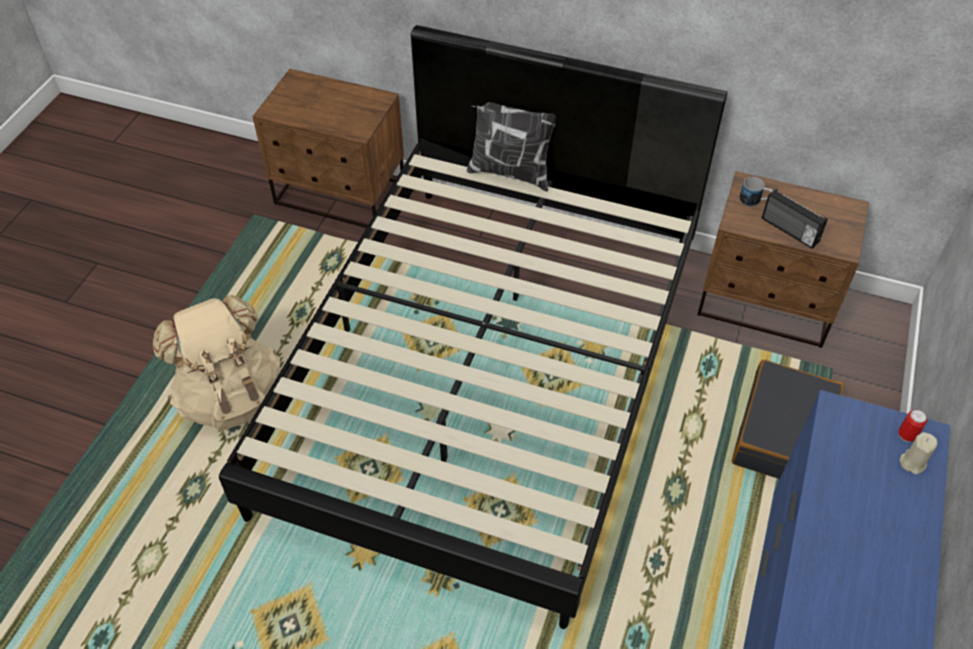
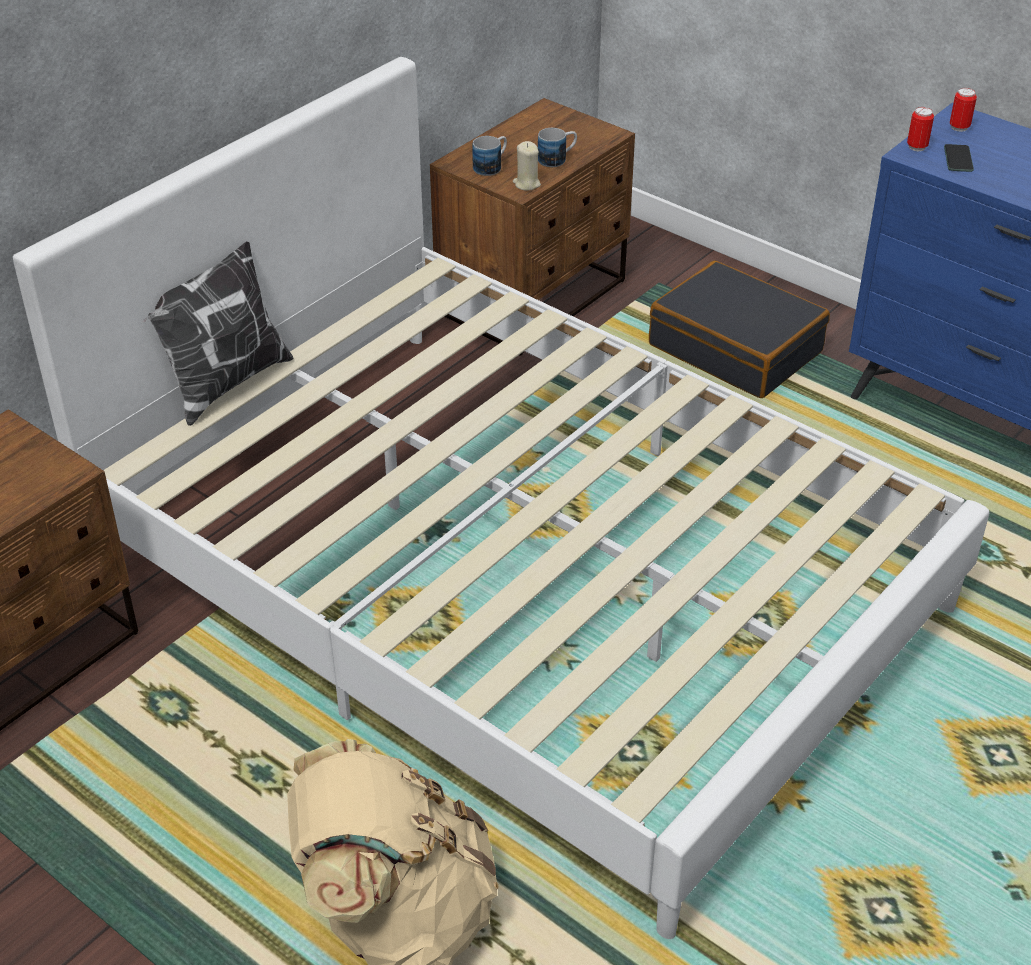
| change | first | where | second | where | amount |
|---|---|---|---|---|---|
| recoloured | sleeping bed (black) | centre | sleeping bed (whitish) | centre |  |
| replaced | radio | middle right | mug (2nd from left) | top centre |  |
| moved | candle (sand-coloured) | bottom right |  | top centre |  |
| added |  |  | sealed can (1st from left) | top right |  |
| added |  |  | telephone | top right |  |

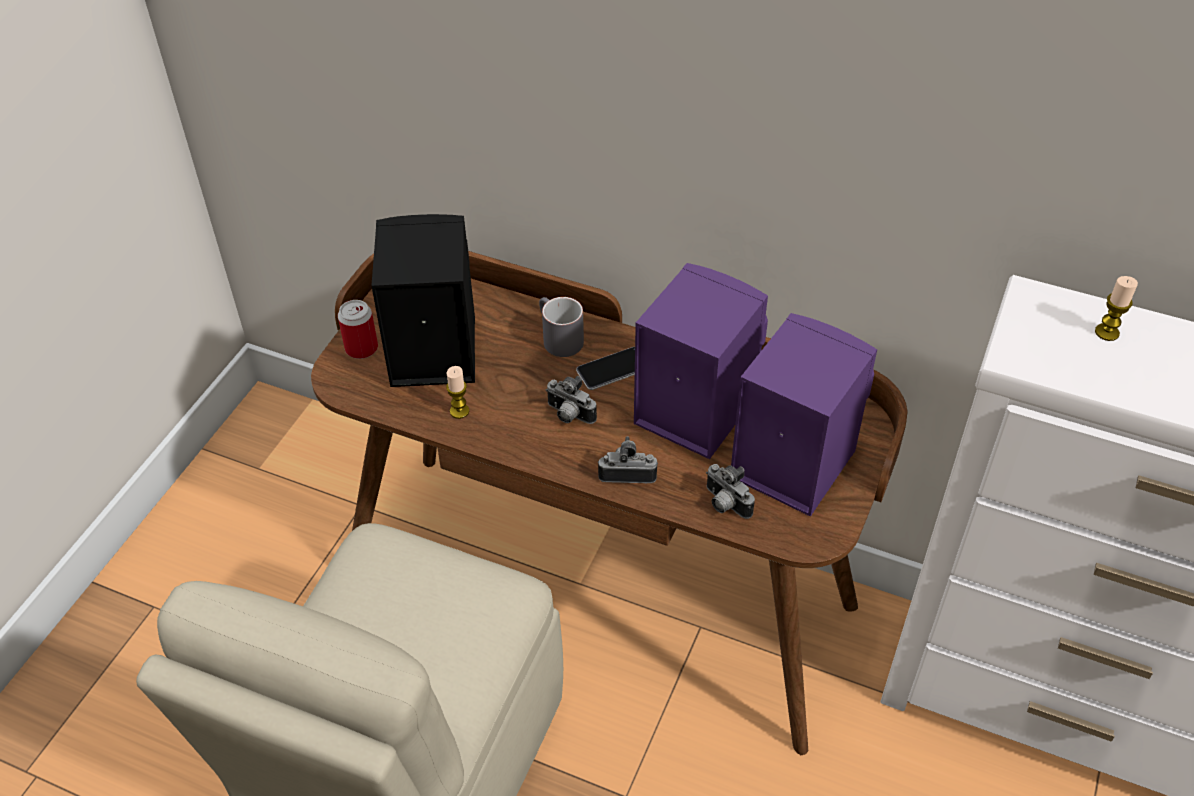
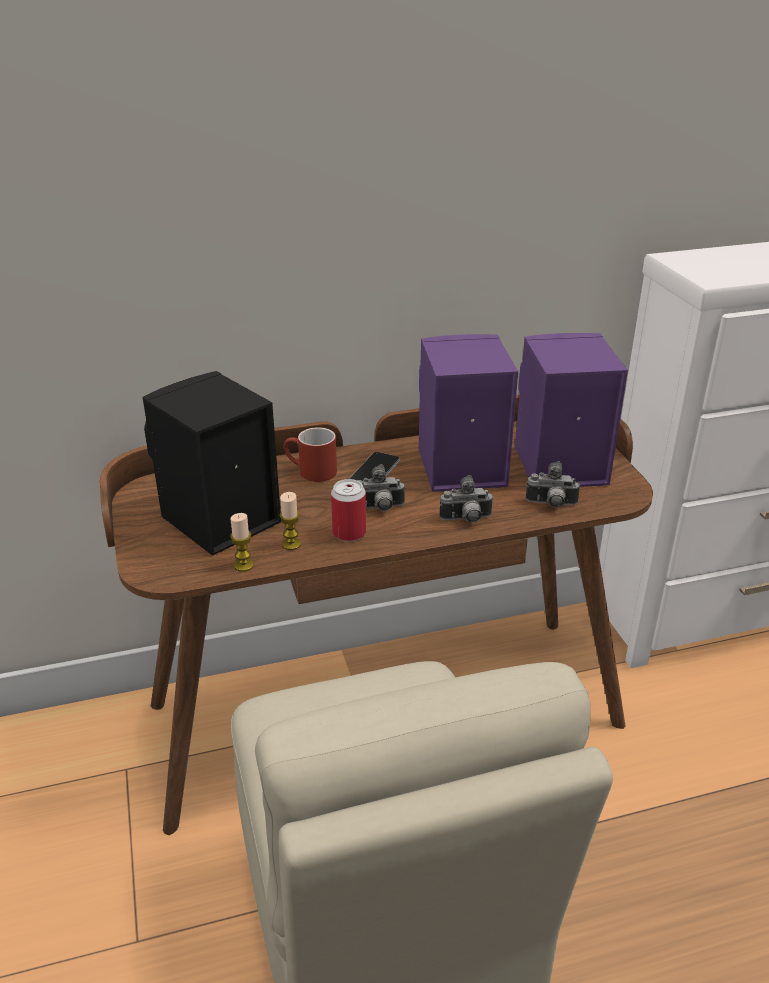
| change | first | where | second | where | amount |
|---|---|---|---|---|---|
| moved | candle (2nd from left in the first image) | middle right | candle (1st from left) | middle left |  |
| recoloured | mug (gray) | centre | mug (red) | centre |  |
| moved | sealed can | middle left |  | centre |  |
| turned | still camera (2nd from left) | centre |  | centre | 150 degrees counterclockwise |

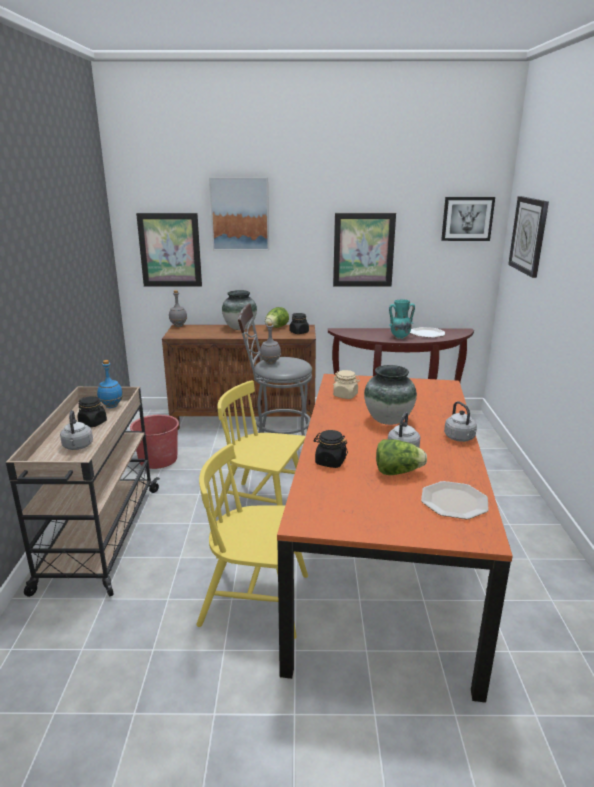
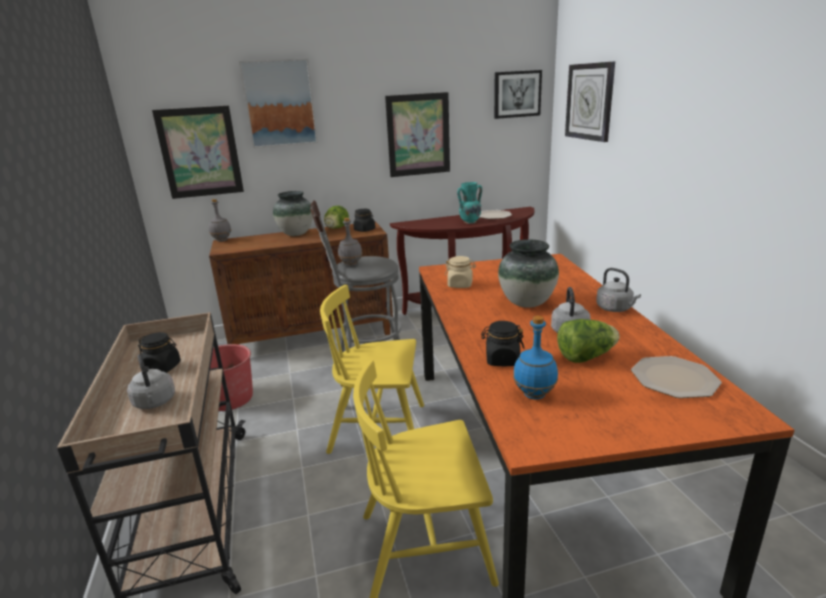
| change | first | where | second | where | amount |
|---|---|---|---|---|---|
| moved | drink bottle (bluish) | middle left |  | centre |  |

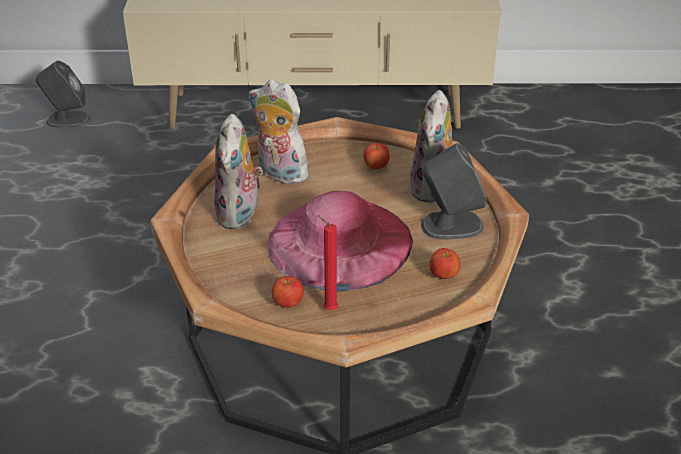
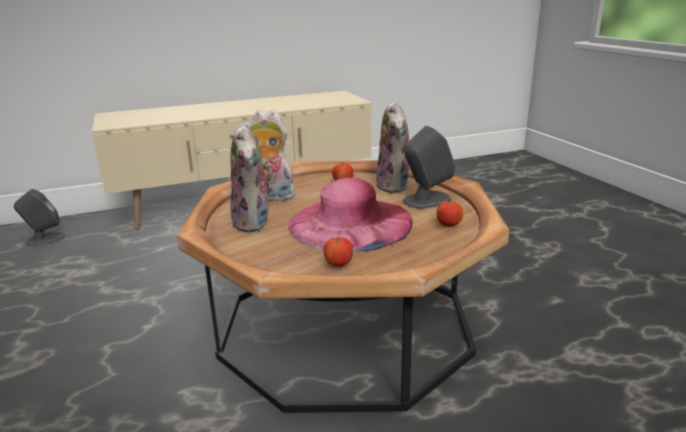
| change | first | where | second | where | amount |
|---|---|---|---|---|---|
| removed | candle (red) | centre |  |  |  |

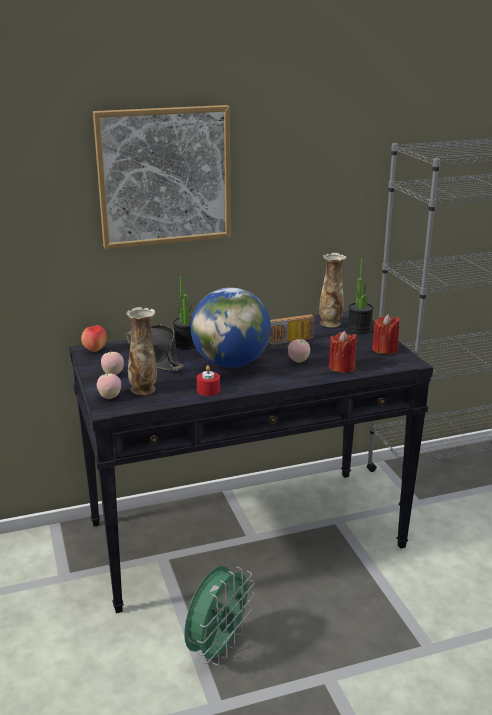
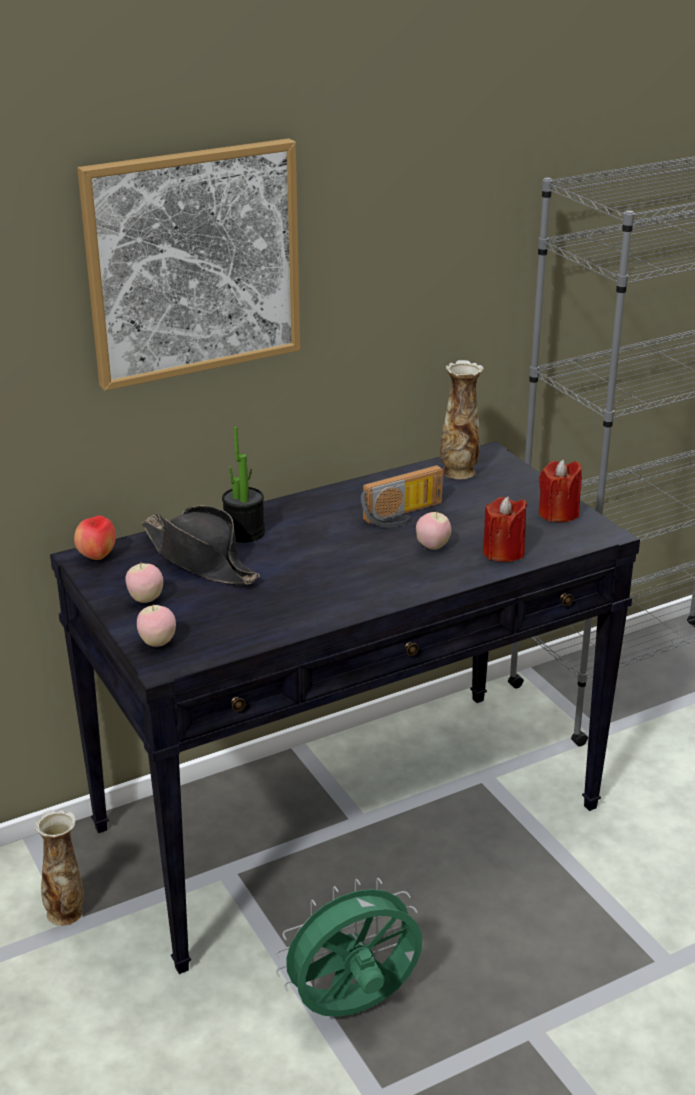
| change | first | where | second | where | amount |
|---|---|---|---|---|---|
| removed | potted plant (2nd from left) | middle right |  |  |  |
| removed | globe | centre |  |  |  |
| moved | decorative vase (1st from left) | middle left |  | bottom left |  |
| removed | candle (red) (1st from left) | centre |  |  |  |
| turned | fan (green) | bottom centre |  | bottom centre | 135 degrees counterclockwise |

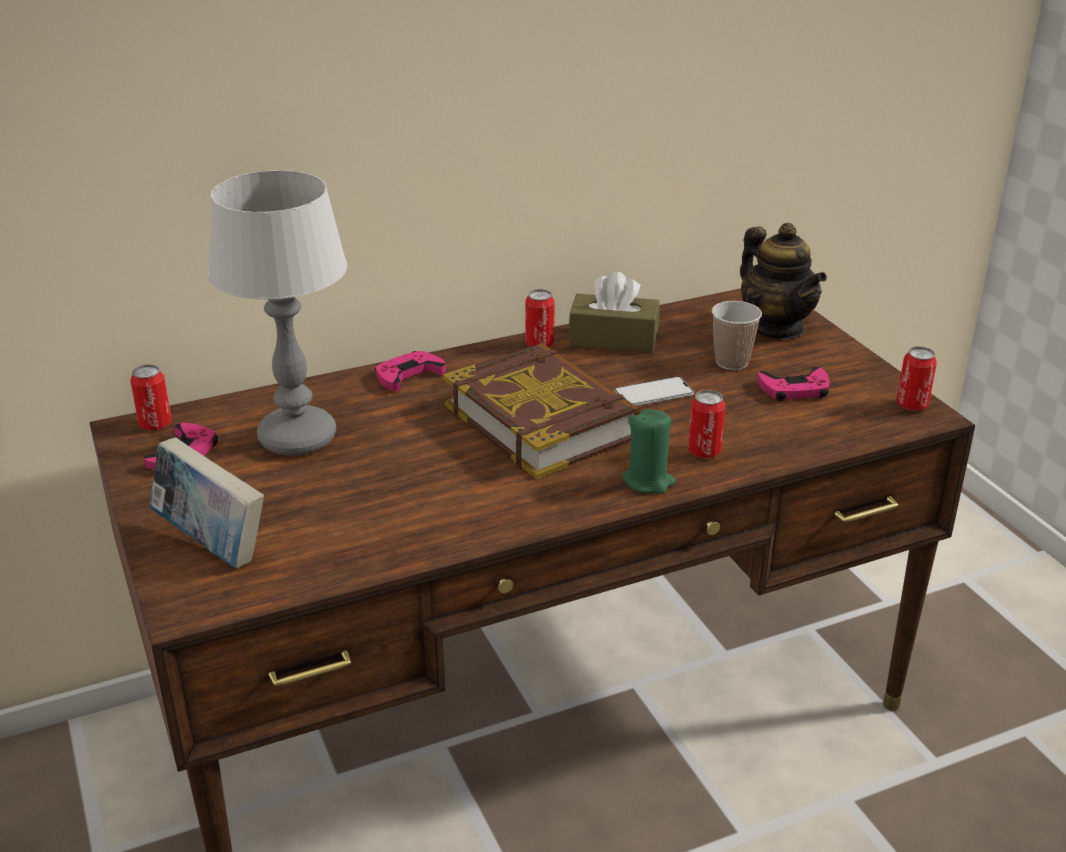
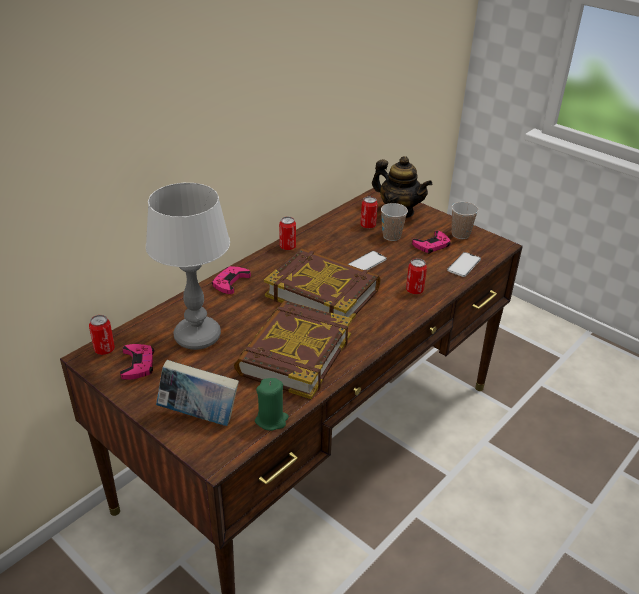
| change | first | where | second | where | amount |
|---|---|---|---|---|---|
| removed | tissue holder (brown-coloured) | centre |  |  |  |
| moved | sealed can (4th from left in the first image) | middle right | sealed can (3rd from left) | centre |  |
| moved | candle (green) | centre |  | bottom centre |  |
| added |  |  | cup (2nd from left) | middle right |  |
| added |  |  | telephone (2nd from left) | middle right |  |
| added |  |  | book (2nd from left) | centre |  |

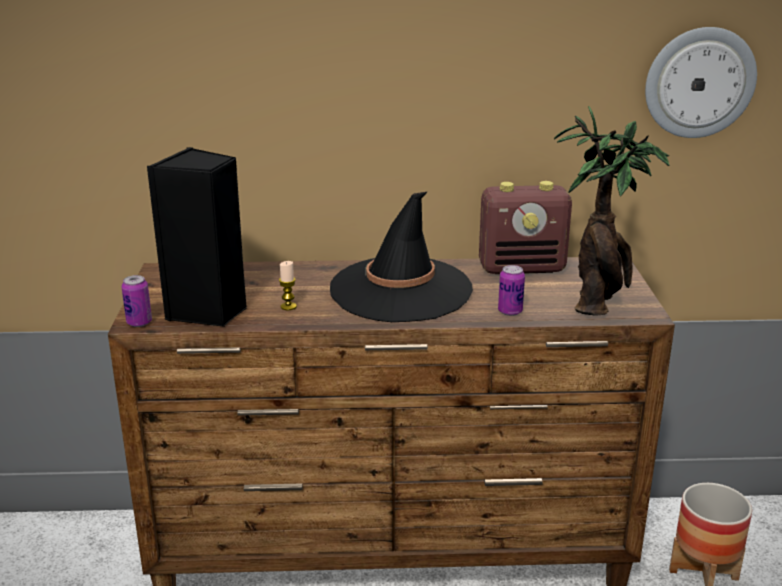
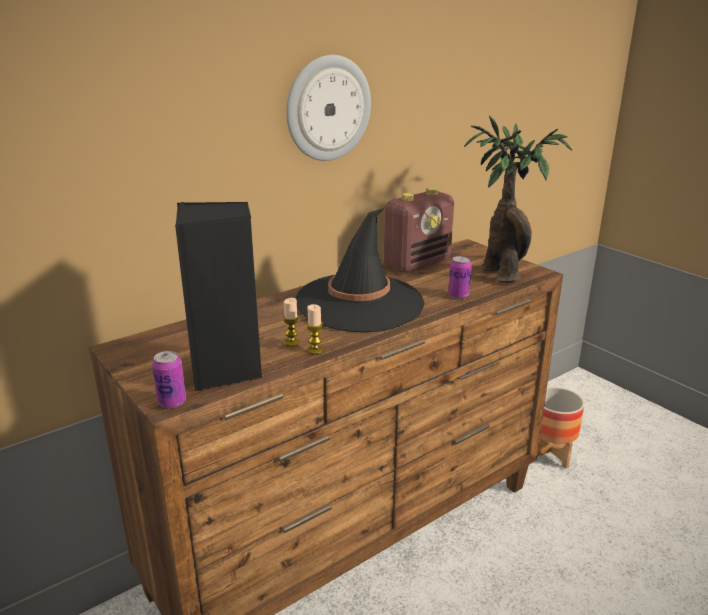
| change | first | where | second | where | amount |
|---|---|---|---|---|---|
| moved | clock on the wall | top right |  | top centre |  |
| added |  |  | candle (2nd from left) | centre |  |

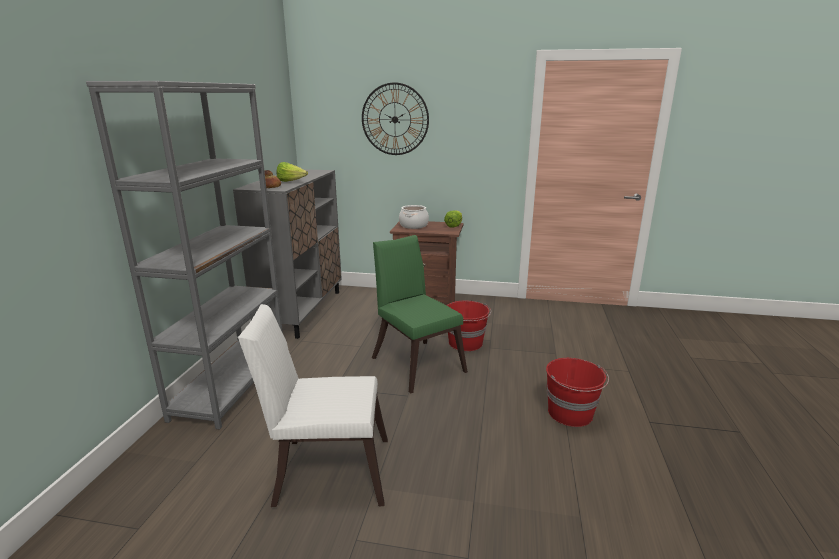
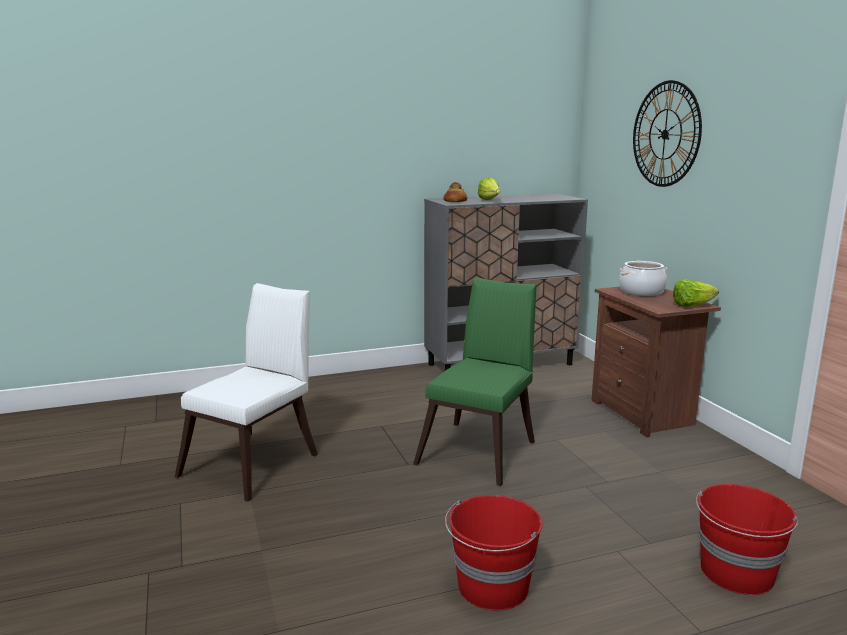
| change | first | where | second | where | amount |
|---|---|---|---|---|---|
| removed | bookcase (gray) | middle left |  |  |  |
| moved | water bucket (red) (1st from left in the first image) | centre | water bucket (red) (2nd from left) | bottom right |  |
| turned | upright chair (whitish) | bottom centre |  | middle left | 60 degrees clockwise |

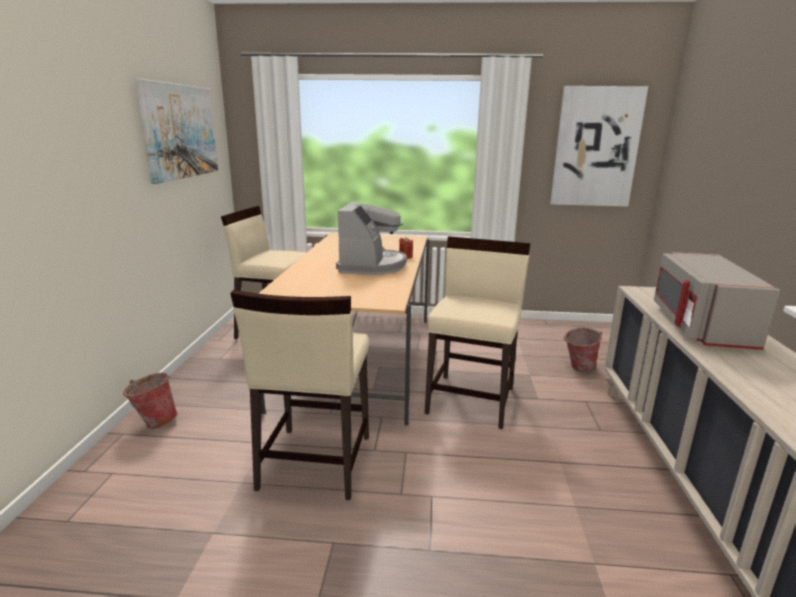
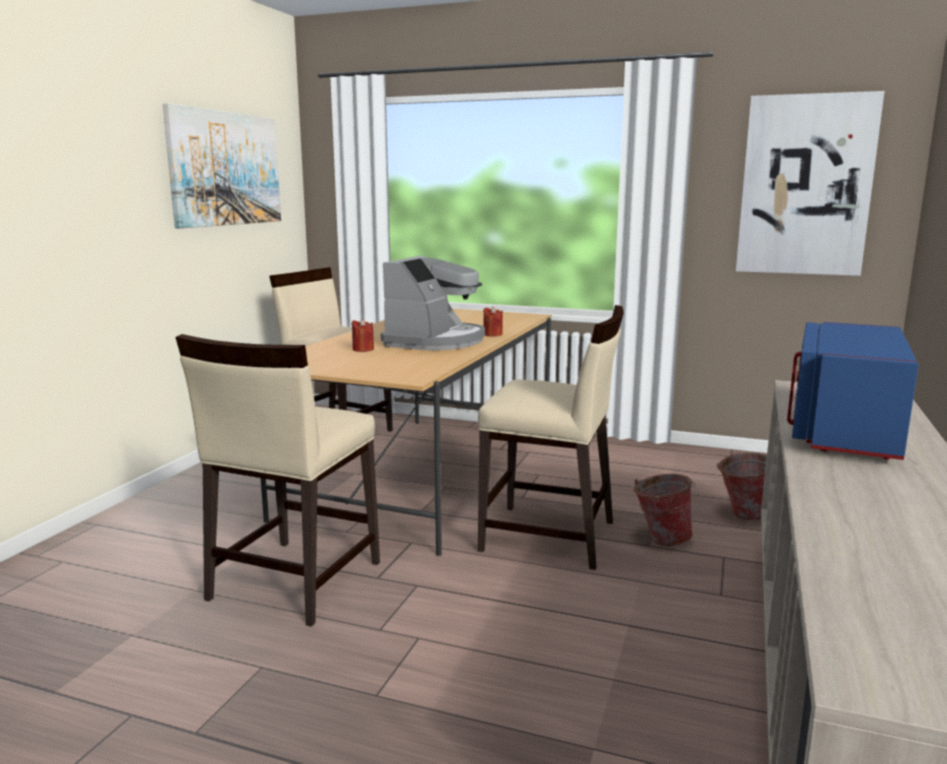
| change | first | where | second | where | amount |
|---|---|---|---|---|---|
| turned | upright chair (sand-coloured) (3rd from left) | centre |  | centre | 75 degrees clockwise |
| recoloured | microwave (gray) | middle right | microwave (bluish) | middle right |  |
| moved | water bucket (1st from left) | bottom left |  | bottom right |  |
| added |  |  | candle (red) (1st from left) | centre |  |

